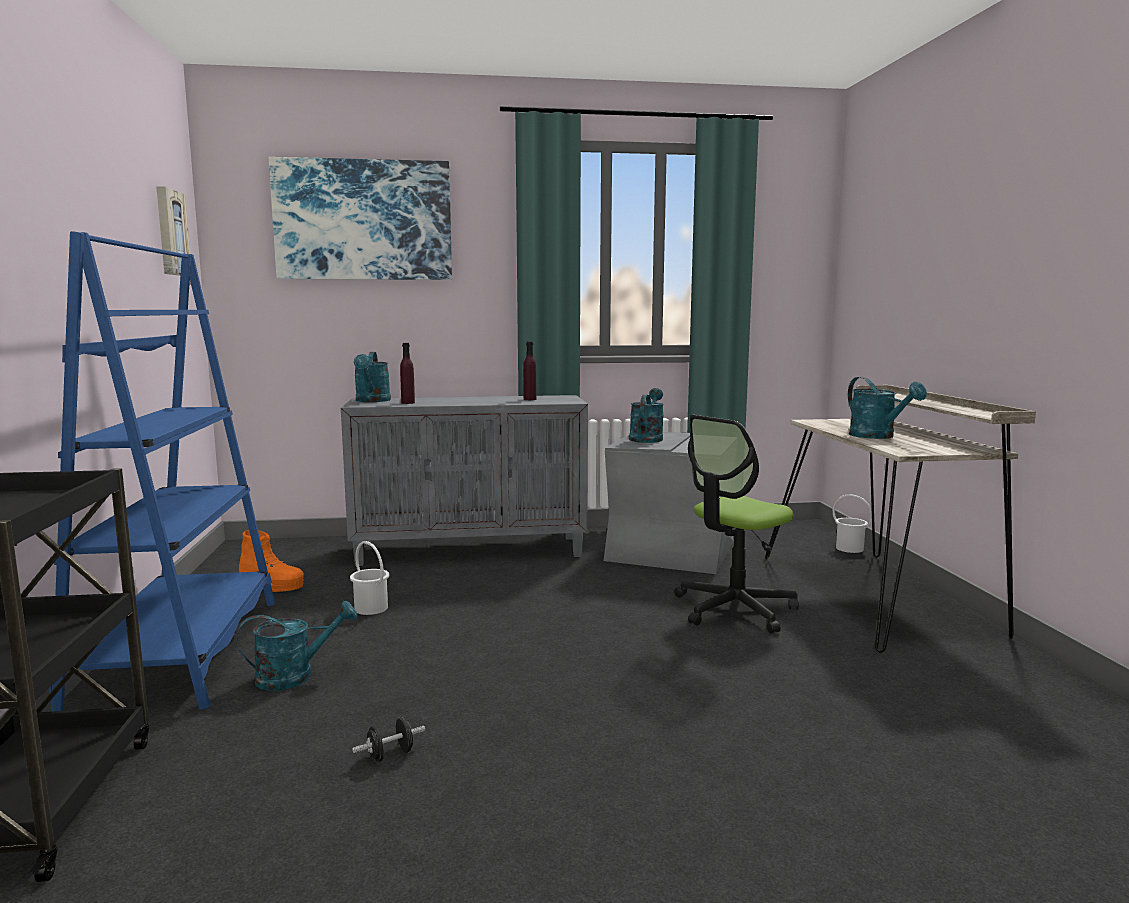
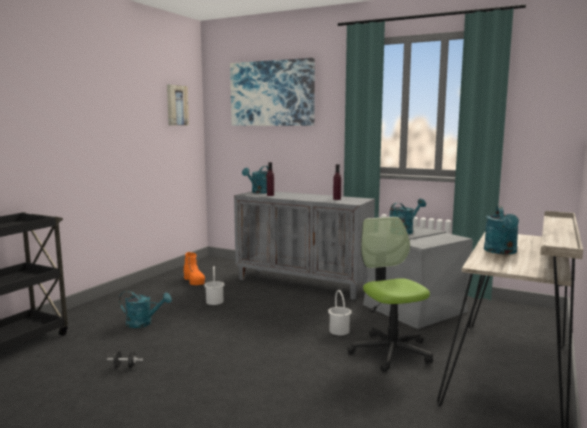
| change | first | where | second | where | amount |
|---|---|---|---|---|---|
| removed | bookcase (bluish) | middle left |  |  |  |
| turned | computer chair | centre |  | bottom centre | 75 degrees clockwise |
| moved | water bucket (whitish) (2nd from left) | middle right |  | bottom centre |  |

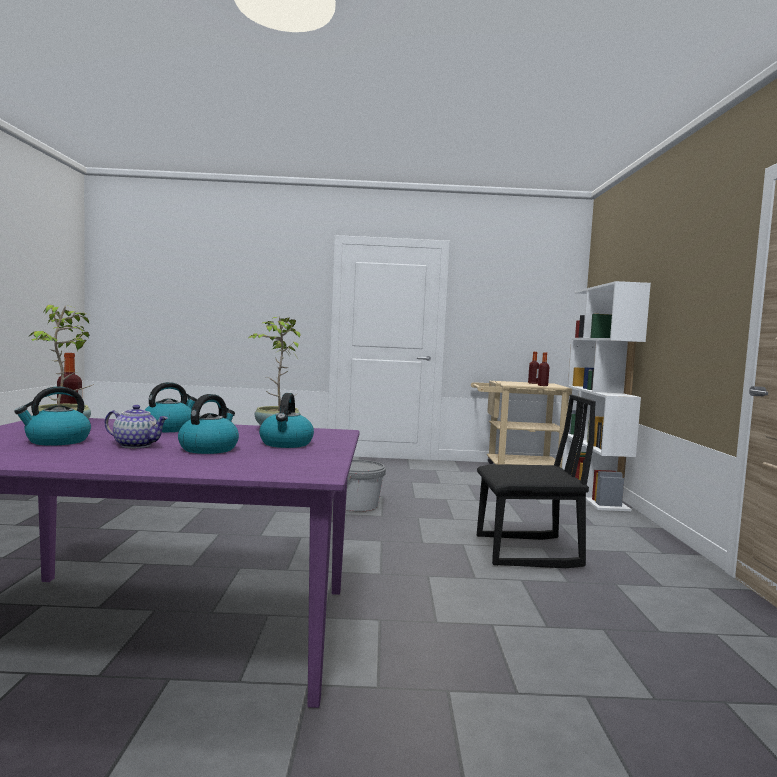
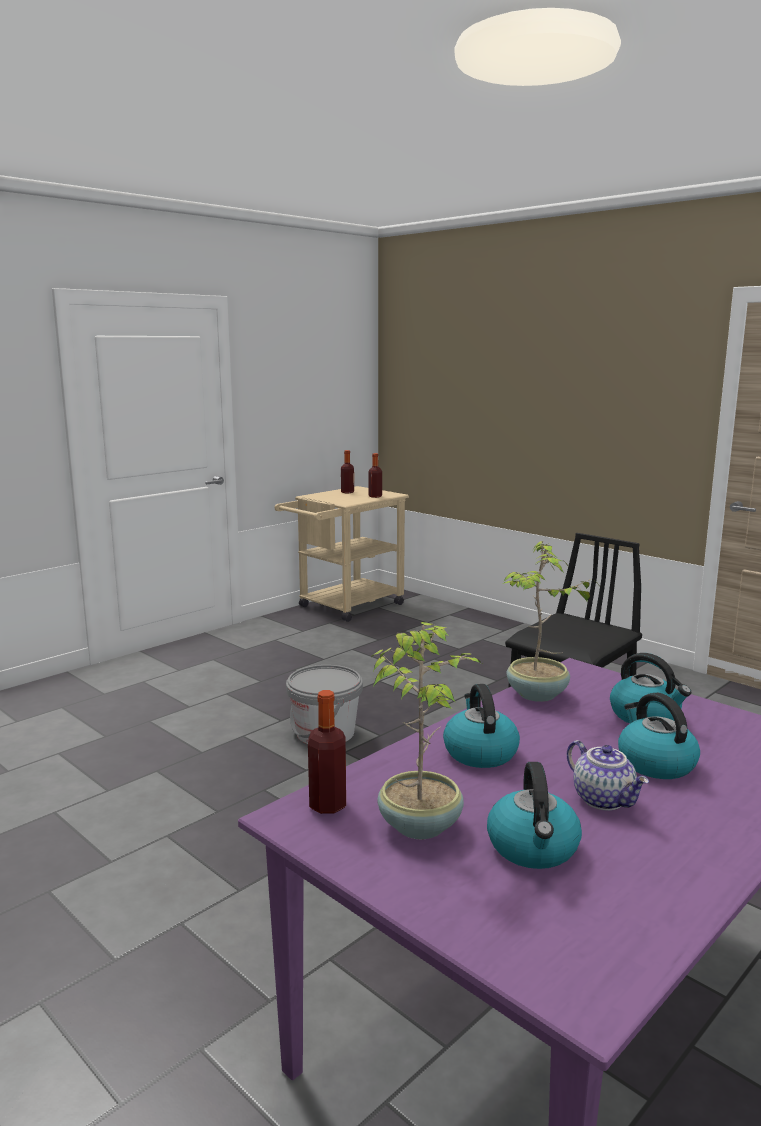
| change | first | where | second | where | amount |
|---|---|---|---|---|---|
| removed | bookcase (whitish) | middle right |  |  |  |
| turned | tea pot | middle left |  | bottom right | 90 degrees clockwise |

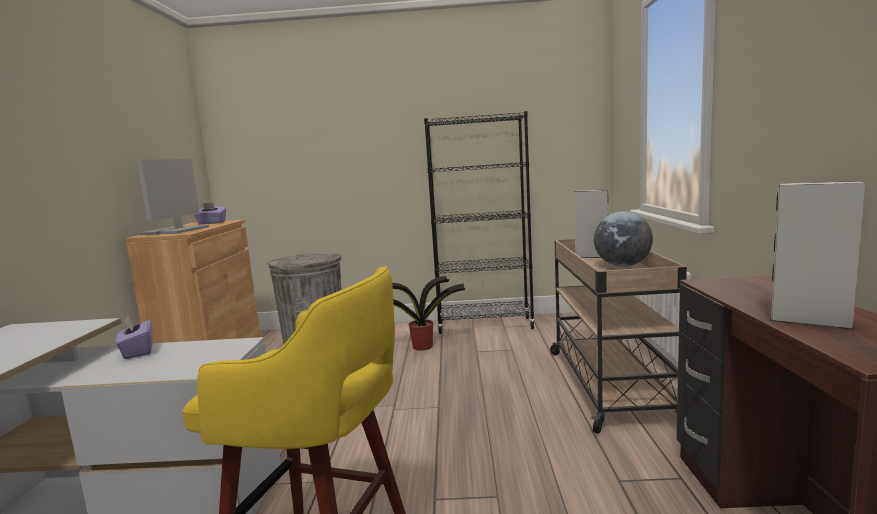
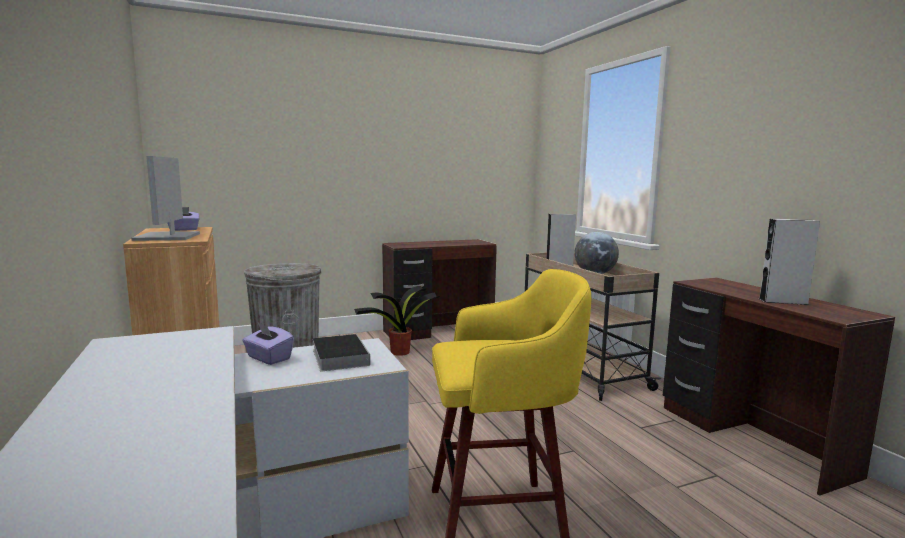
| change | first | where | second | where | amount |
|---|---|---|---|---|---|
| replaced | bookcase (black) | centre | desk table (brown-coloured) (1st from left) | centre |  |
| added |  |  | book | centre |  |

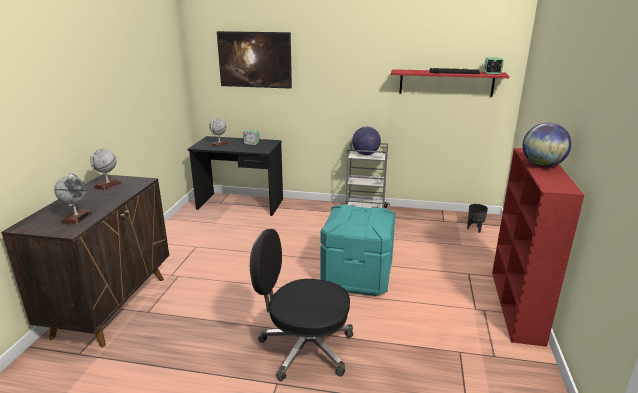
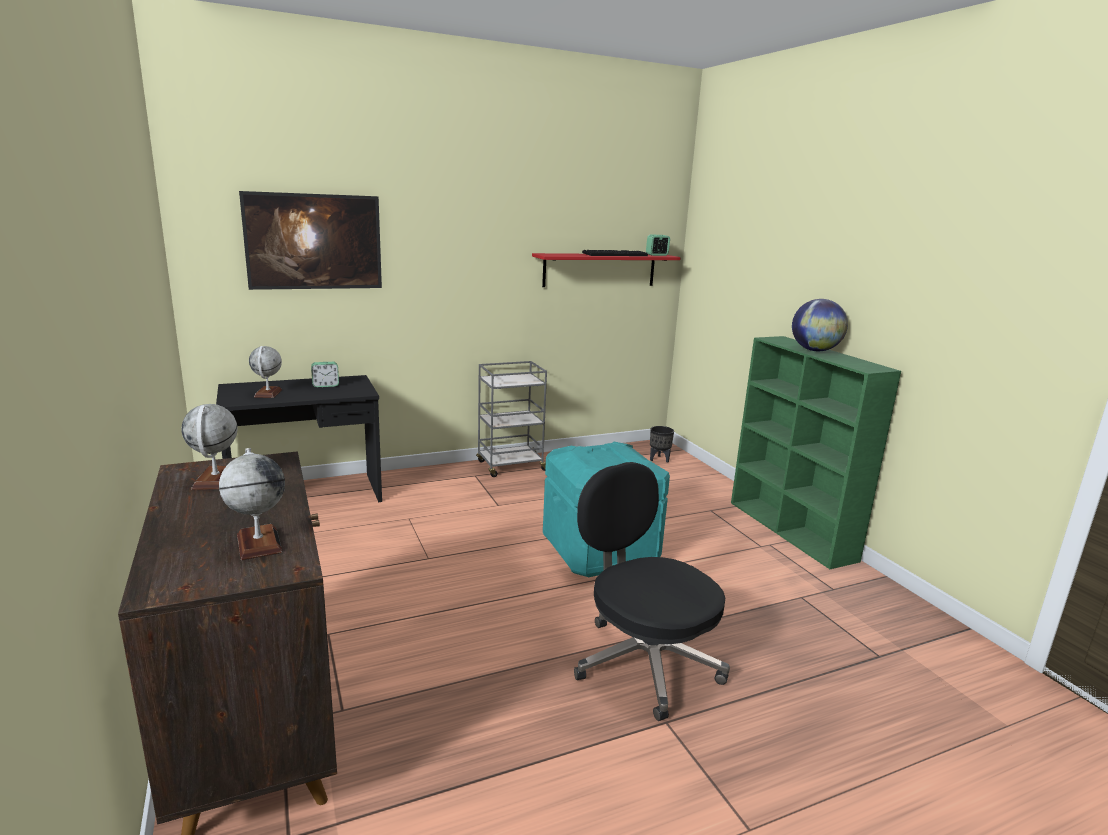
| change | first | where | second | where | amount |
|---|---|---|---|---|---|
| removed | globe (4th from left) | centre |  |  |  |
| recoloured | bookcase (red) | middle right | bookcase (green) | middle right |  |
| turned | computer chair (black) | bottom centre |  | bottom centre | 75 degrees clockwise |

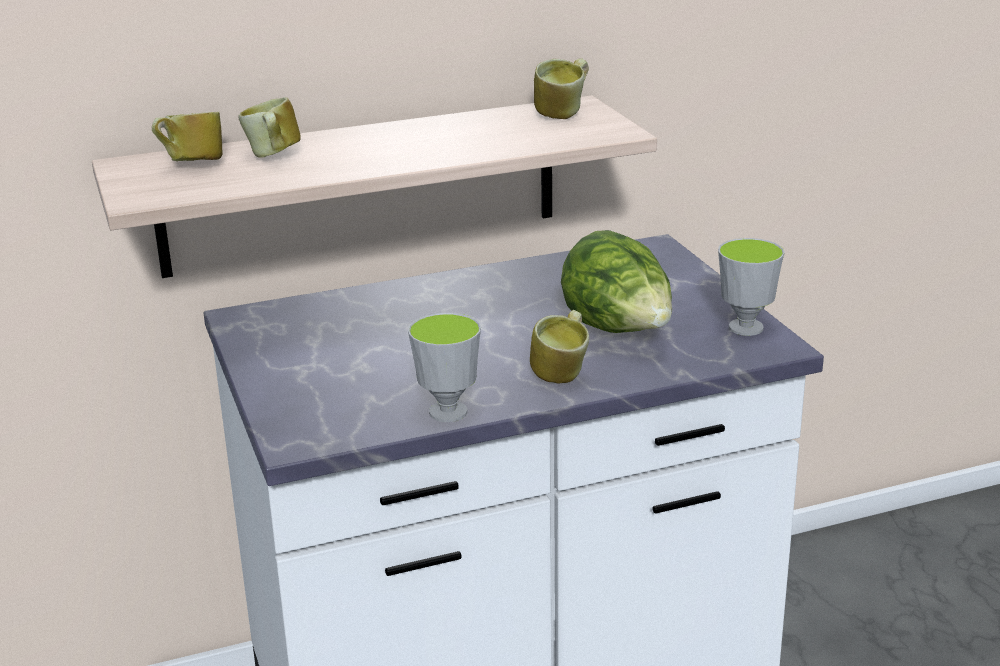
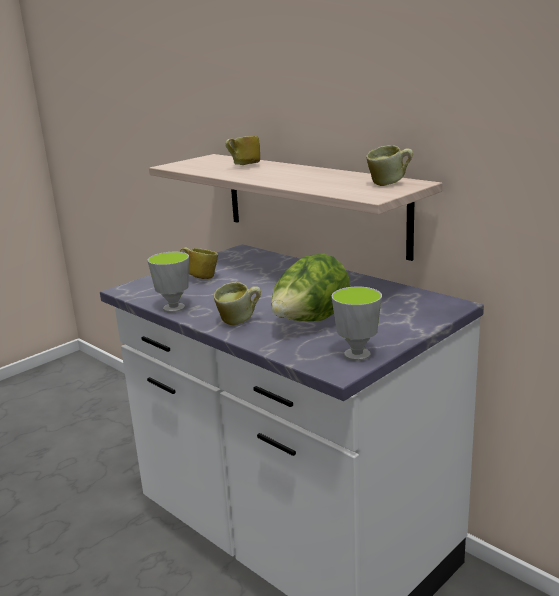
| change | first | where | second | where | amount |
|---|---|---|---|---|---|
| moved | mug (1st from left) | top left |  | centre |  |

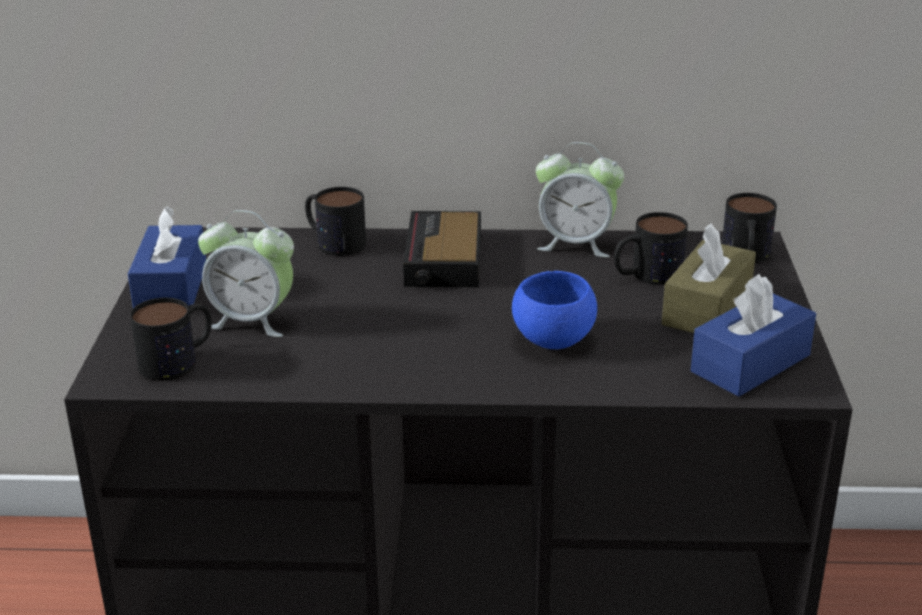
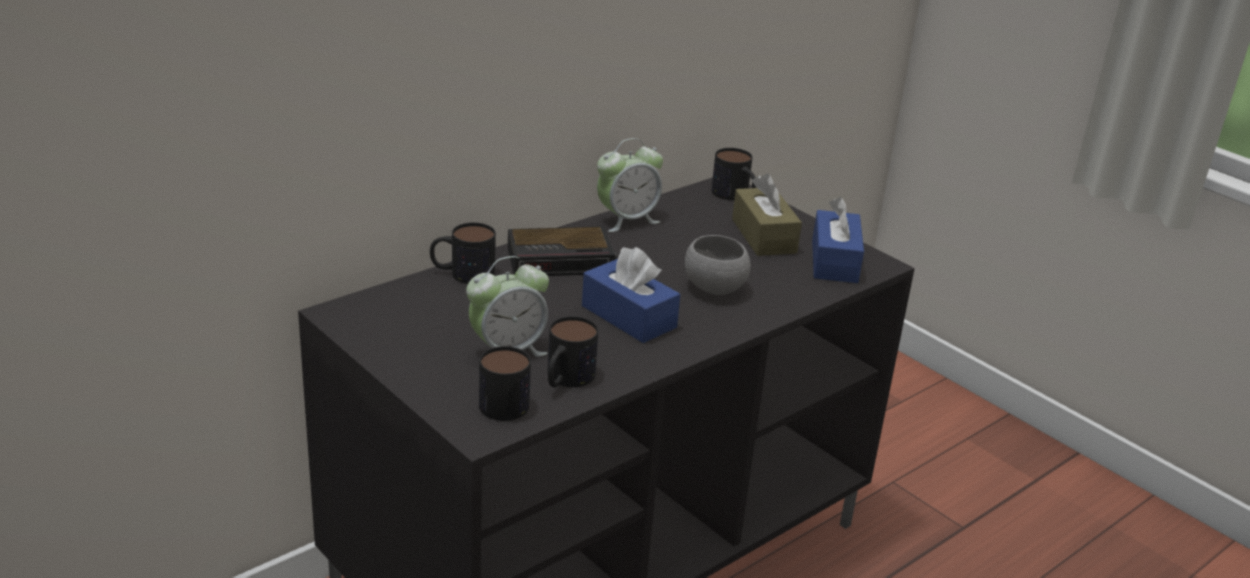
| change | first | where | second | where | amount |
|---|---|---|---|---|---|
| moved | tissue holder (bluish) (1st from left) | middle left |  | centre |  |
| turned | table clock (2nd from left) | centre |  | centre | 60 degrees counterclockwise |
| moved | mug (3rd from left) | middle right |  | centre |  |
| recoloured | serving bowl (bluish) | centre | serving bowl (gray) | centre |  |

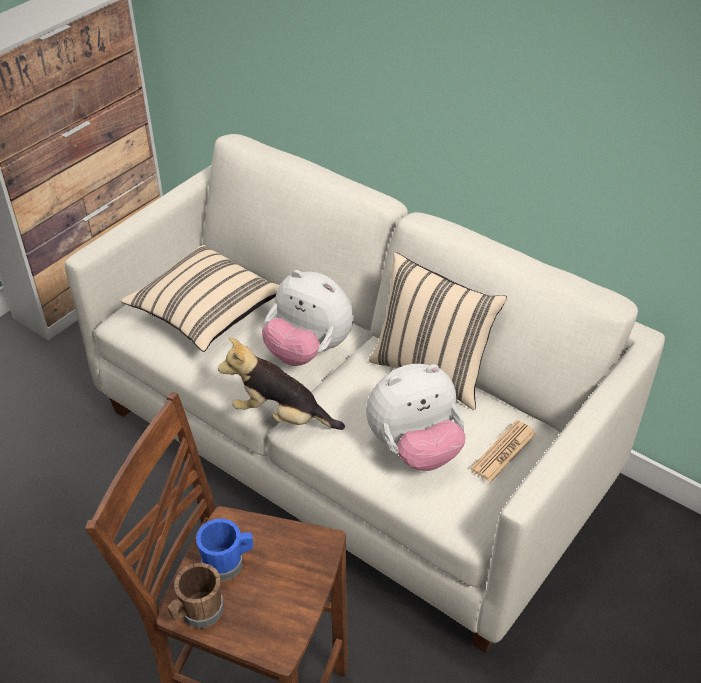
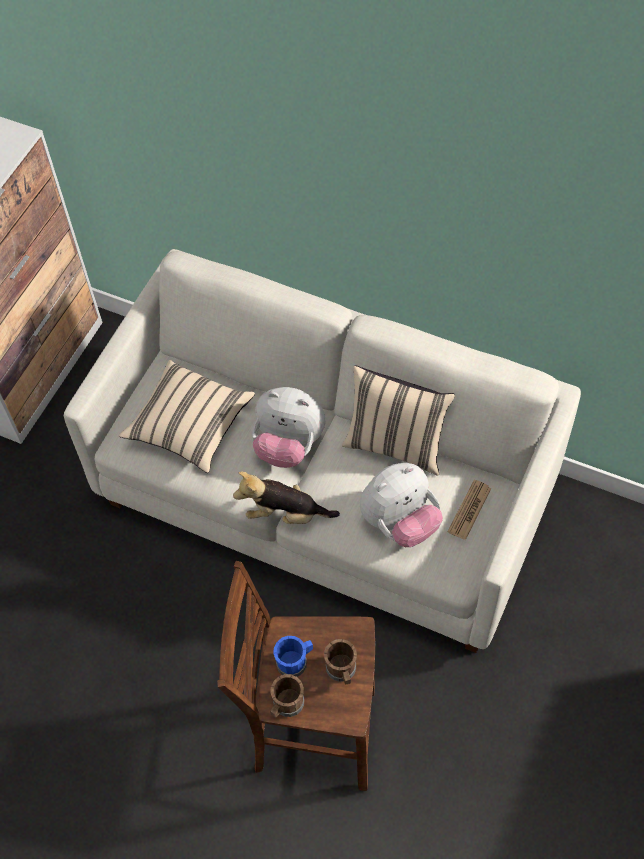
| change | first | where | second | where | amount |
|---|---|---|---|---|---|
| added |  |  | mug (brown-coloured) (2nd from left) | bottom centre |  |

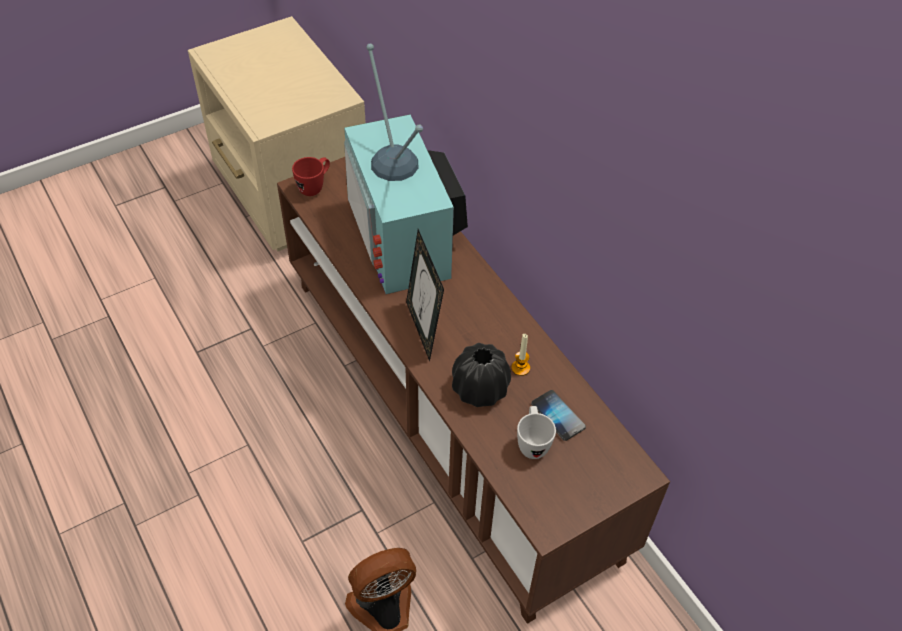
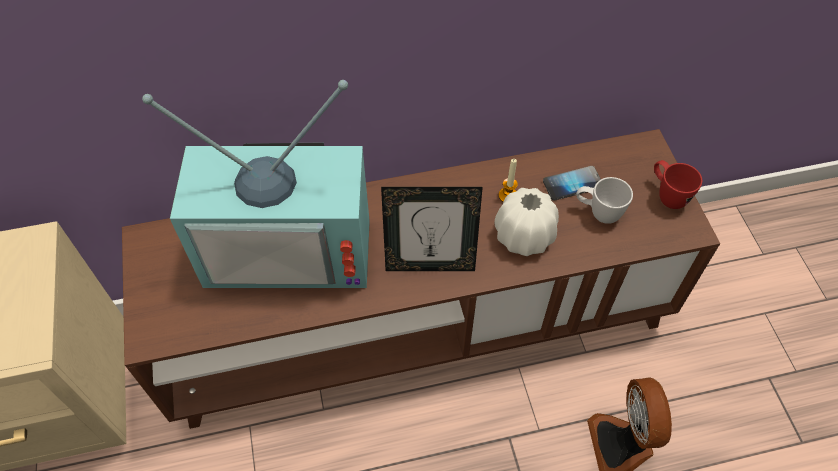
| change | first | where | second | where | amount |
|---|---|---|---|---|---|
| moved | mug (red) | top centre |  | middle right |  |
| recoloured | decorative vase (black) | centre | decorative vase (whitish) | centre |  |

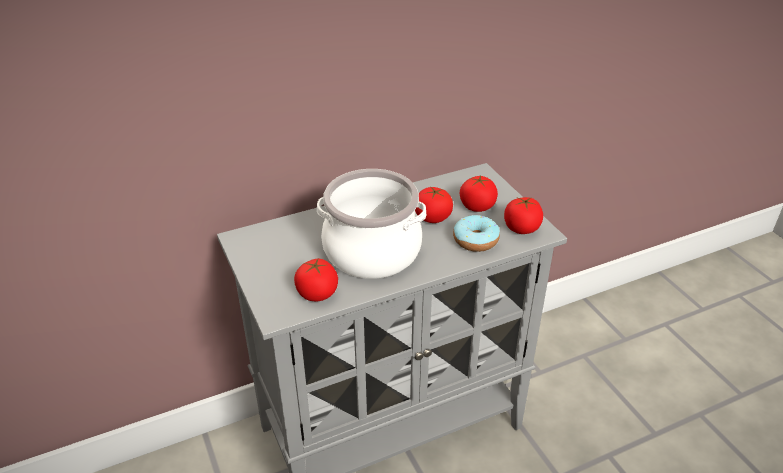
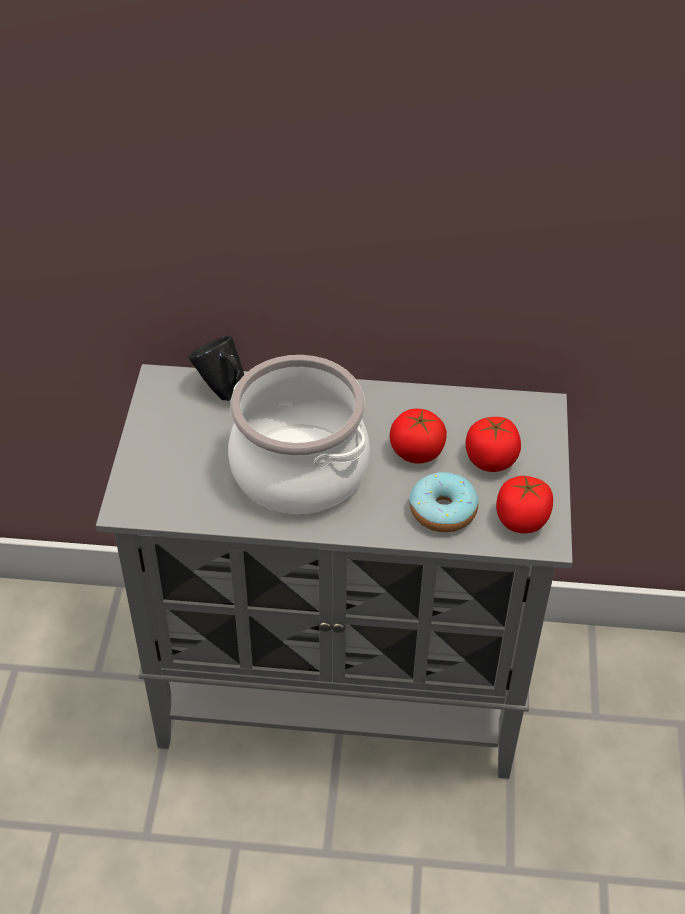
| change | first | where | second | where | amount |
|---|---|---|---|---|---|
| removed | fresh tomato (1st from left) | centre |  |  |  |
| added |  |  | mug (black) | middle left |  |

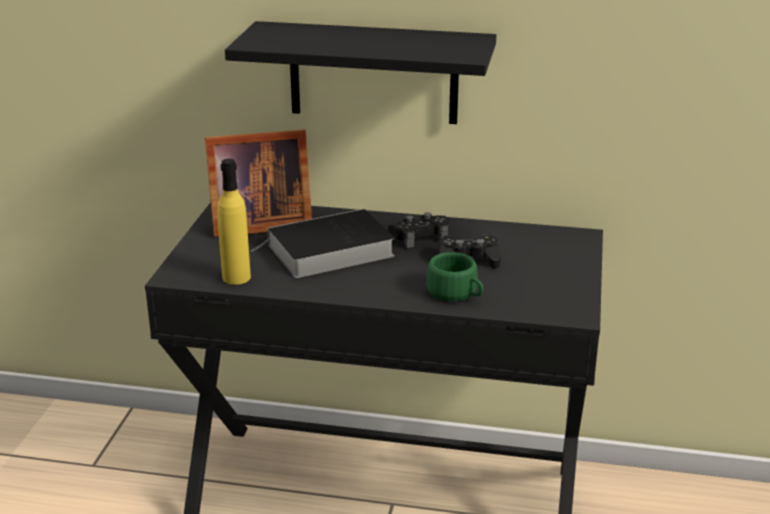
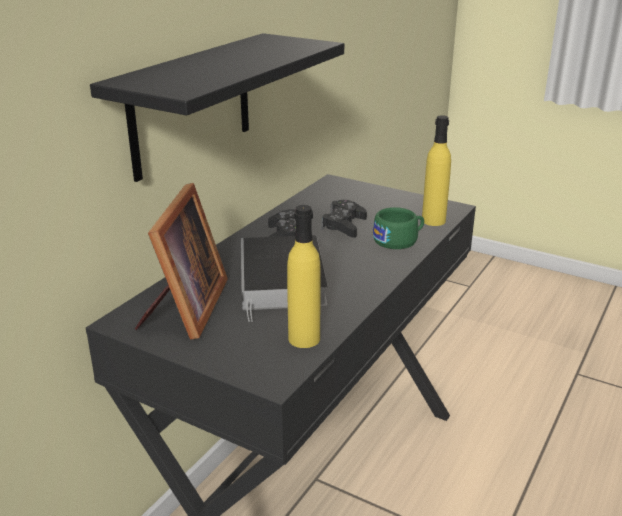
| change | first | where | second | where | amount |
|---|---|---|---|---|---|
| added |  |  | drink bottle (yellow) (2nd from left) | top right |  |

